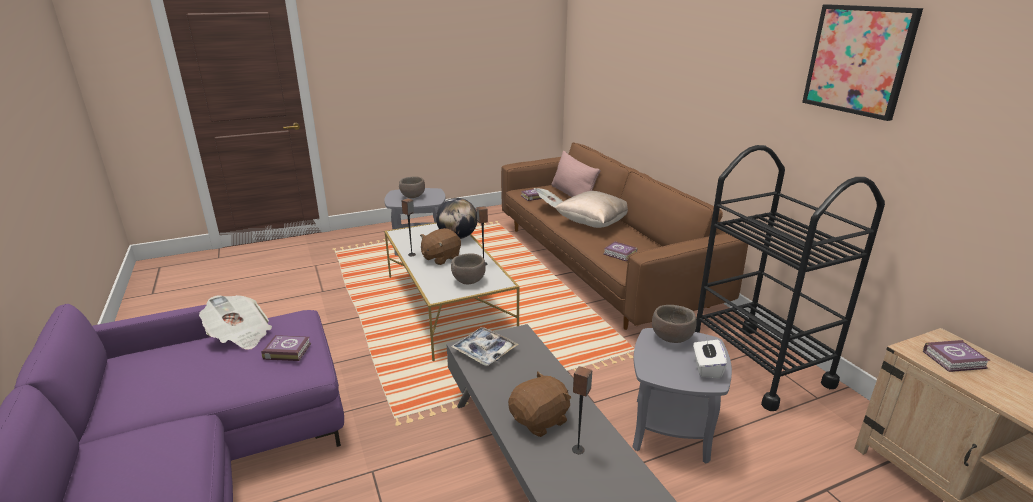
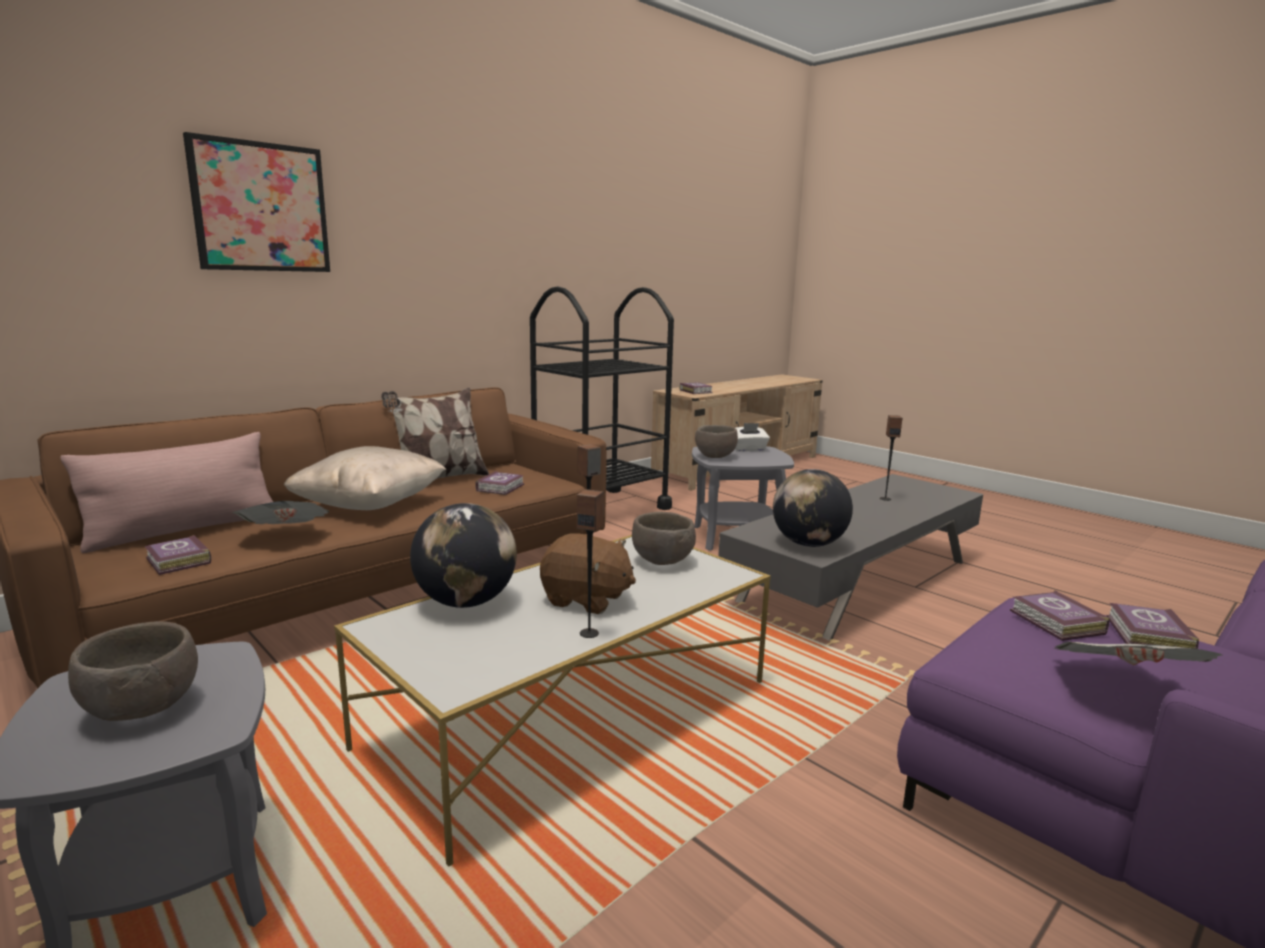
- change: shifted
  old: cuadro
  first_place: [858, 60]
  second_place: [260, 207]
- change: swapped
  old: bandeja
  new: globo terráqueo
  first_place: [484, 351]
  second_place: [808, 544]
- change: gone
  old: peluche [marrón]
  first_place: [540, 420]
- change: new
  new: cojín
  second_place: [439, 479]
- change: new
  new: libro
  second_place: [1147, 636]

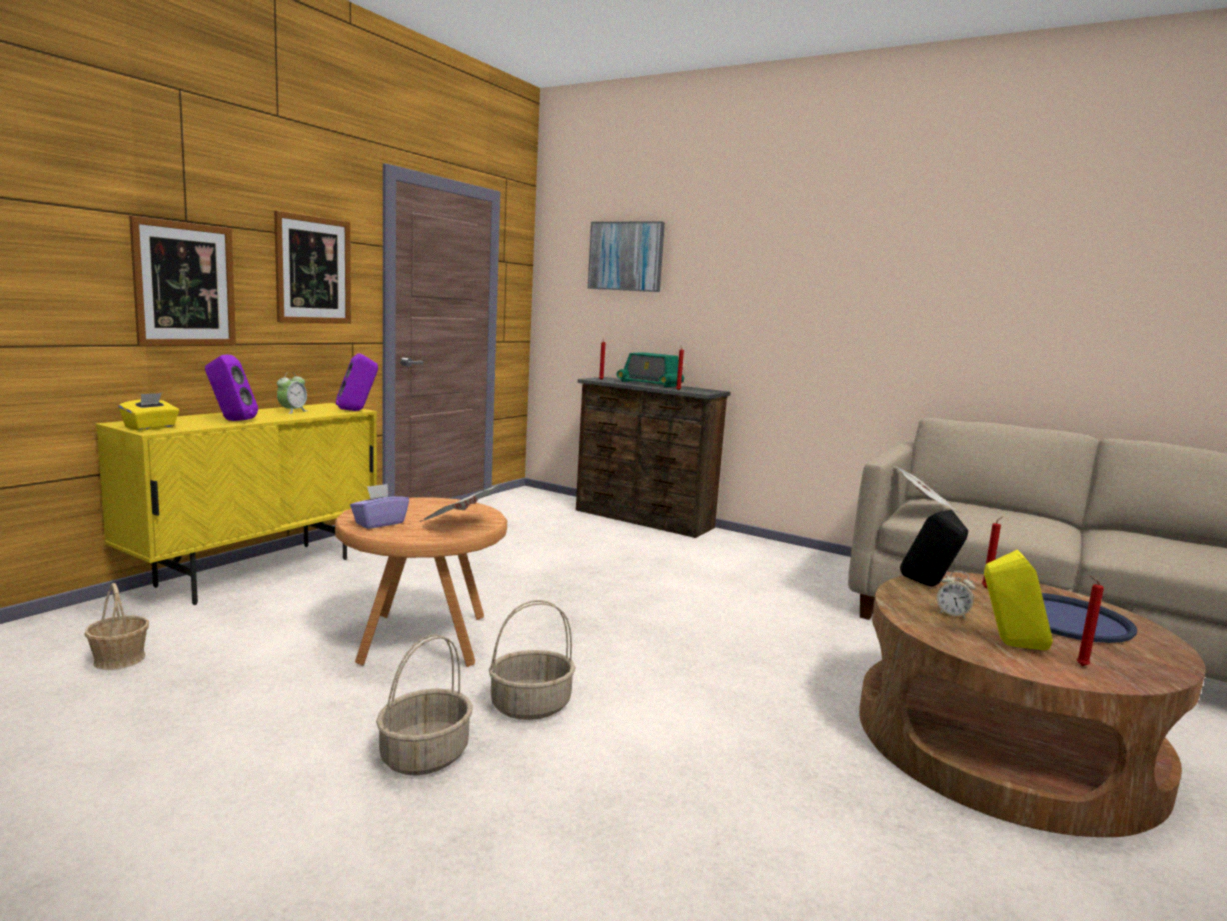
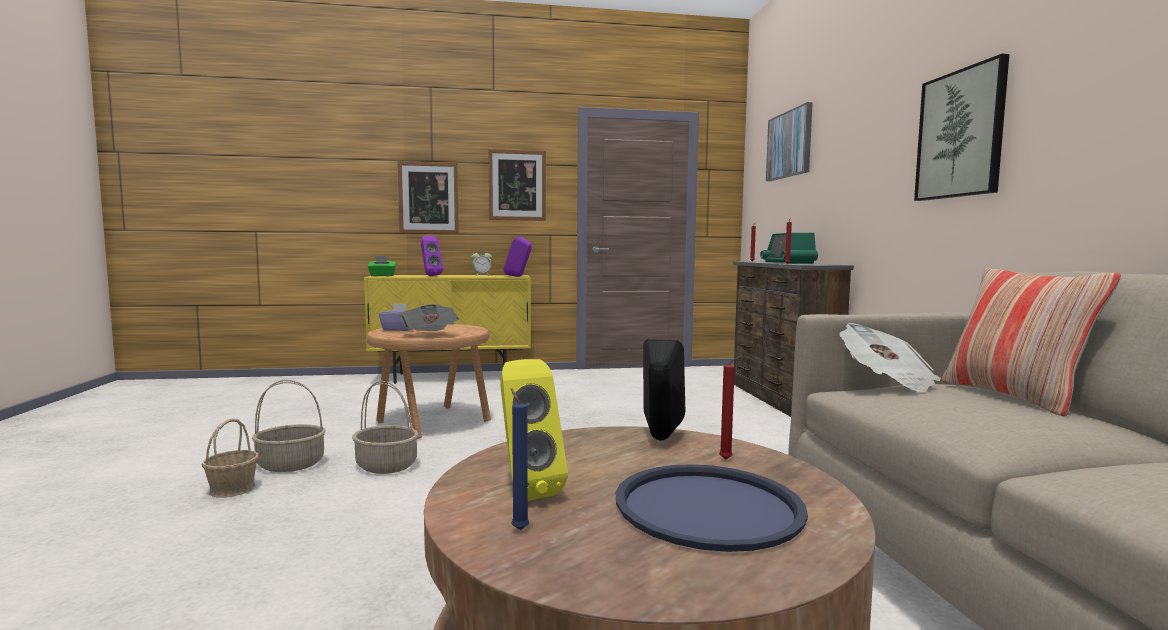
- change: repainted
  old: caja de pañuelos [amarillo]
  new: caja de pañuelos [verde]
  first_place: [150, 428]
  second_place: [382, 276]
- change: gone
  old: despertador
  first_place: [952, 614]
- change: repainted
  old: vela [rojo]
  new: vela [azul]
  first_place: [1080, 666]
  second_place: [518, 529]
- change: shifted
  old: cesta
  first_place: [120, 659]
  second_place: [233, 489]
- change: new
  new: cuadro
  second_place: [961, 134]
- change: new
  new: cojín
  second_place: [1013, 397]

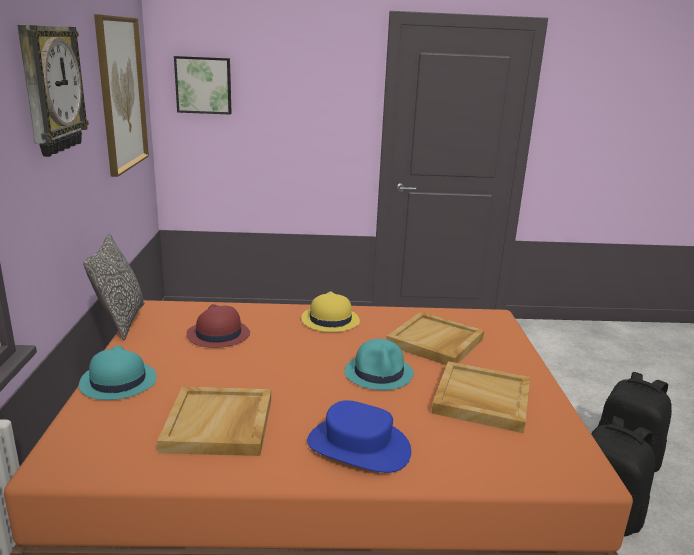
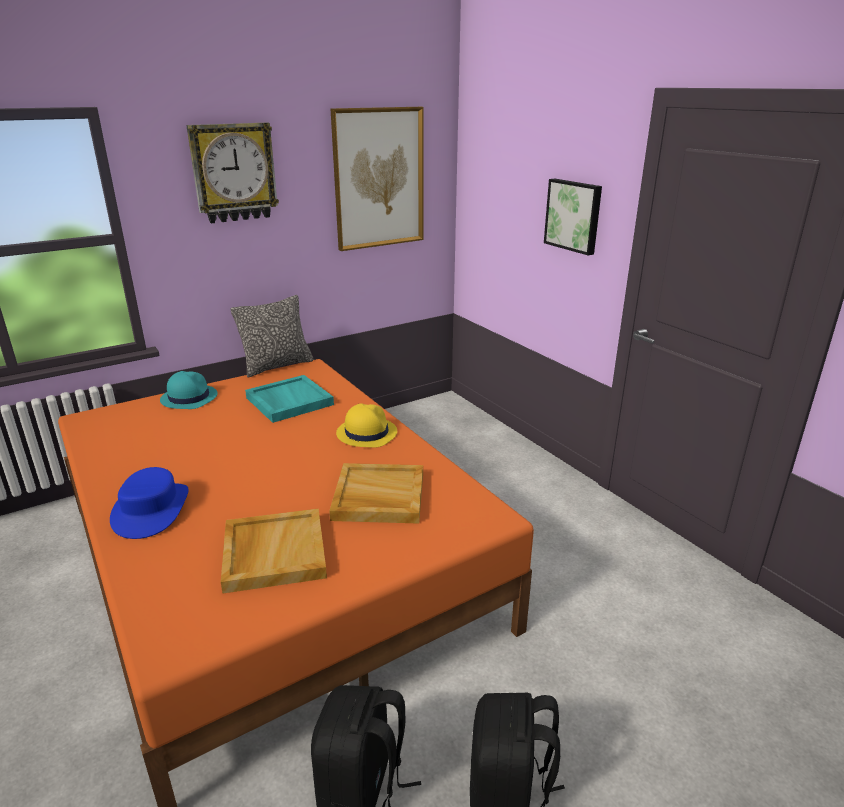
- change: shifted
  old: cuadro
  first_place: [203, 85]
  second_place: [574, 215]
- change: swapped
  old: sombrero [rojo]
  new: bandeja [turquesa]
  first_place: [218, 334]
  second_place: [288, 401]
- change: gone
  old: sombrero [turquesa]
  first_place: [379, 373]
- change: gone
  old: bandeja [beis]
  first_place: [219, 425]

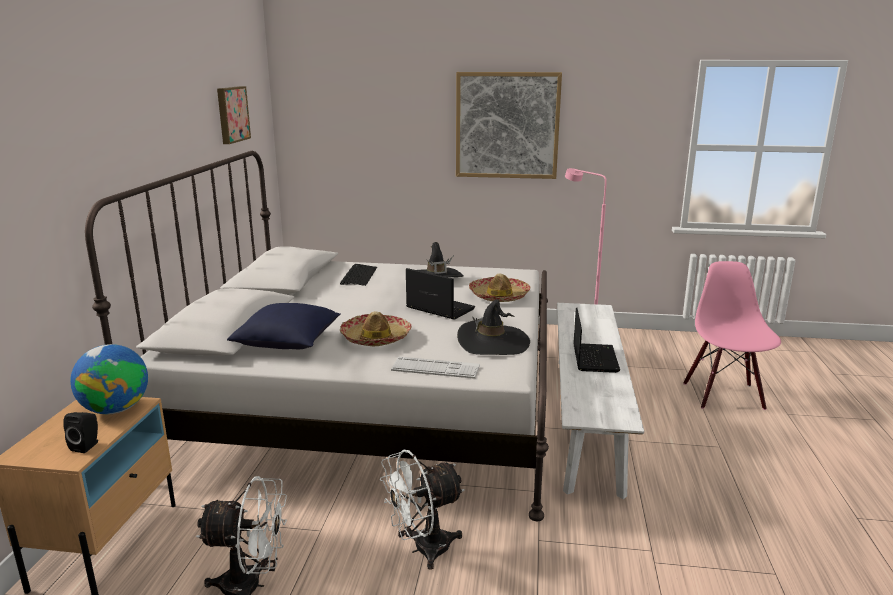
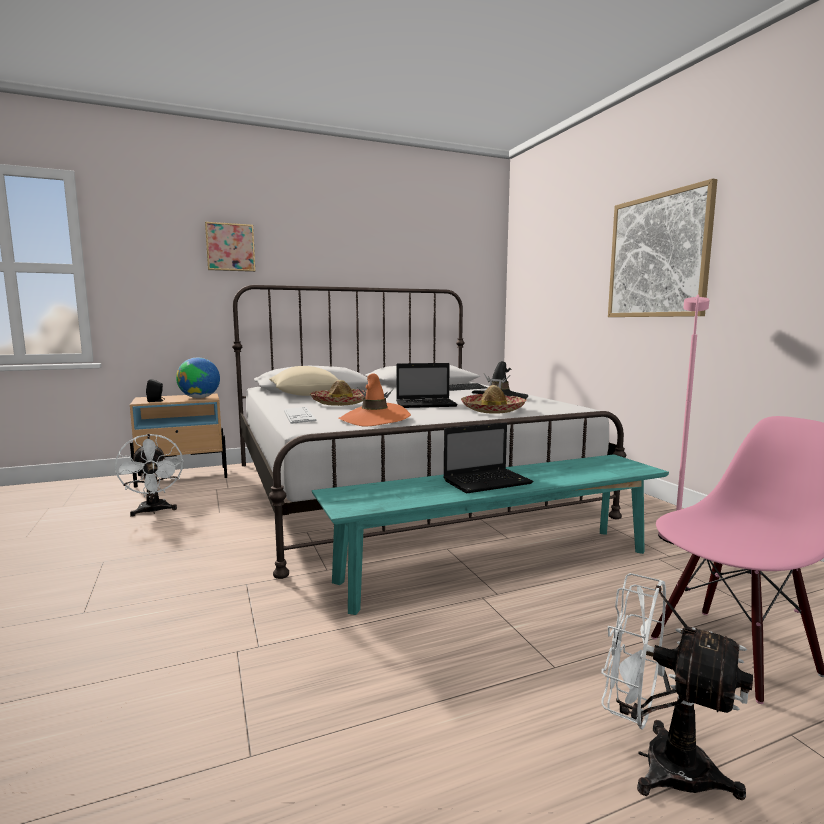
- change: shifted
  old: cuadro
  first_place: [231, 114]
  second_place: [230, 247]
- change: rotated
  old: portátil
  first_place: [438, 308]
  second_place: [427, 404]
  degrees: 75
- change: repainted
  old: sombrero [negro]
  new: sombrero [naranja]
  first_place: [493, 342]
  second_place: [374, 419]
- change: repainted
  old: cojín [azul]
  new: cojín [beis]
  first_place: [288, 343]
  second_place: [305, 395]
- change: repainted
  old: banco [blanco]
  new: banco [turquesa]
  first_place: [586, 418]
  second_place: [498, 566]
- change: shifted
  old: ventilador [blanco]
  first_place: [422, 549]
  second_place: [658, 762]

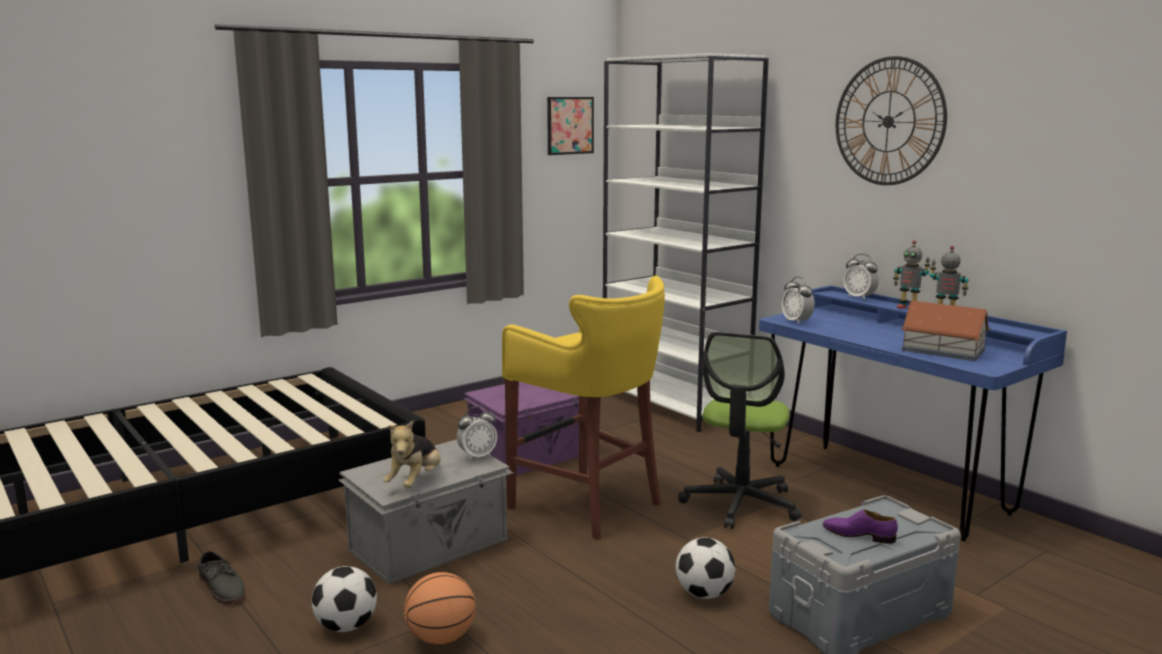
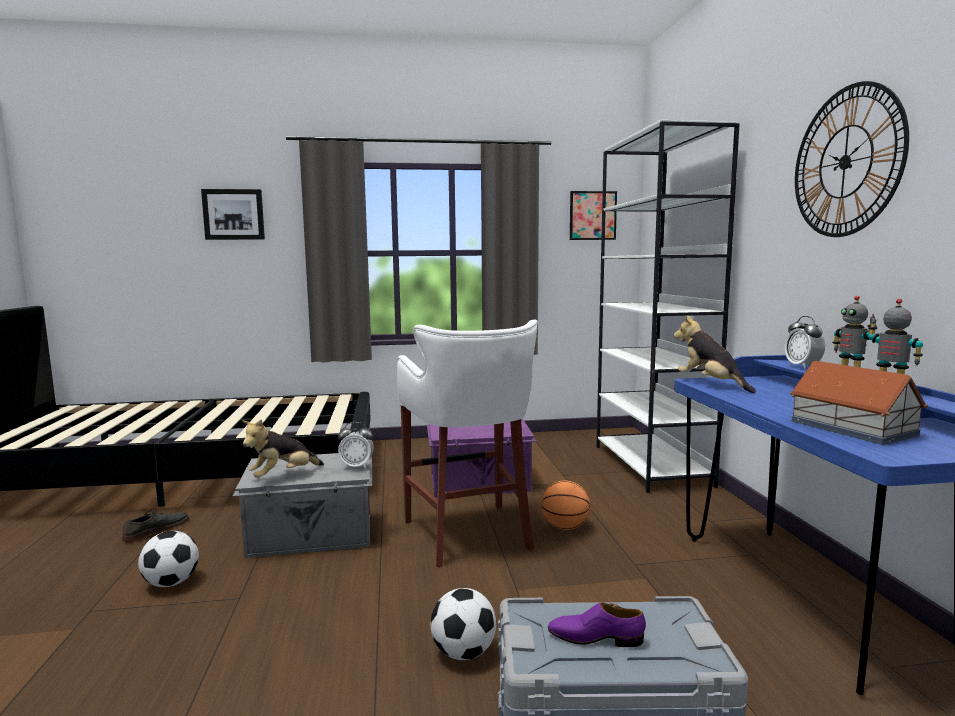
- change: repainted
  old: taburete [amarillo]
  new: taburete [blanco]
  first_place: [589, 506]
  second_place: [469, 535]
- change: swapped
  old: despertador
  new: peluche
  first_place: [796, 321]
  second_place: [710, 384]
- change: gone
  old: silla de oficina
  first_place: [740, 504]
- change: rotated
  old: zapato [morado]
  first_place: [858, 535]
  second_place: [595, 638]
  degrees: -45
- change: rotated
  old: zapato [gris]
  first_place: [223, 587]
  second_place: [156, 529]
  degrees: -135
- change: shifted
  old: balón de baloncesto
  first_place: [441, 639]
  second_place: [565, 527]
- change: new
  new: cuadro
  second_place: [234, 214]

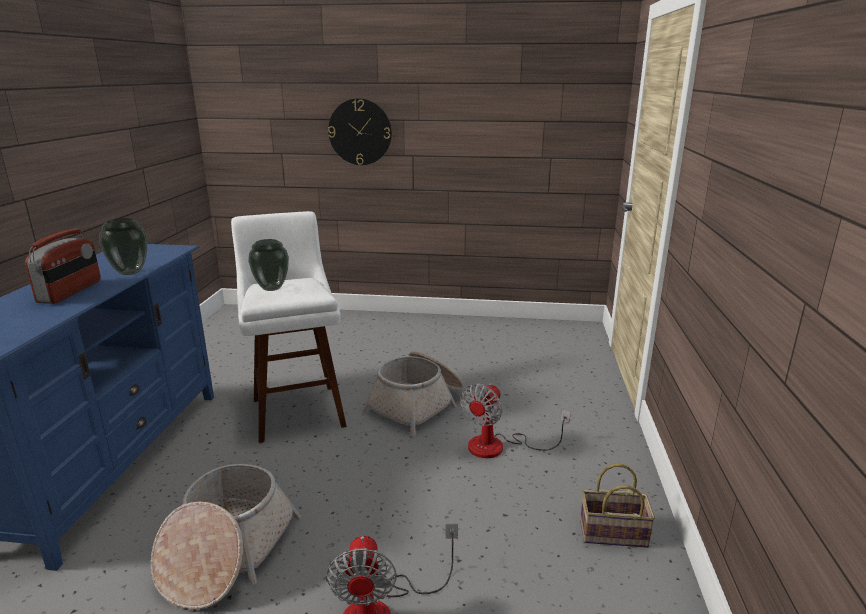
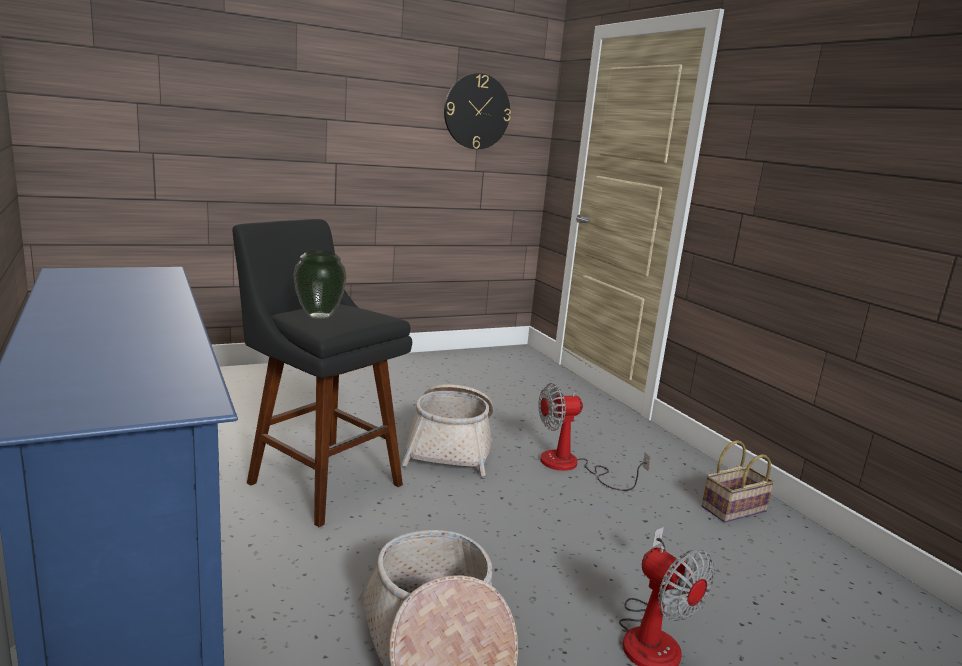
- change: shifted
  old: reloj de pared
  first_place: [360, 132]
  second_place: [477, 111]
- change: repainted
  old: taburete [blanco]
  new: taburete [negro]
  first_place: [297, 408]
  second_place: [319, 480]
- change: gone
  old: florero
  first_place: [129, 272]
- change: gone
  old: radio
  first_place: [71, 291]
- change: rotated
  old: ventilador
  first_place: [499, 446]
  second_place: [571, 466]
  degrees: 75

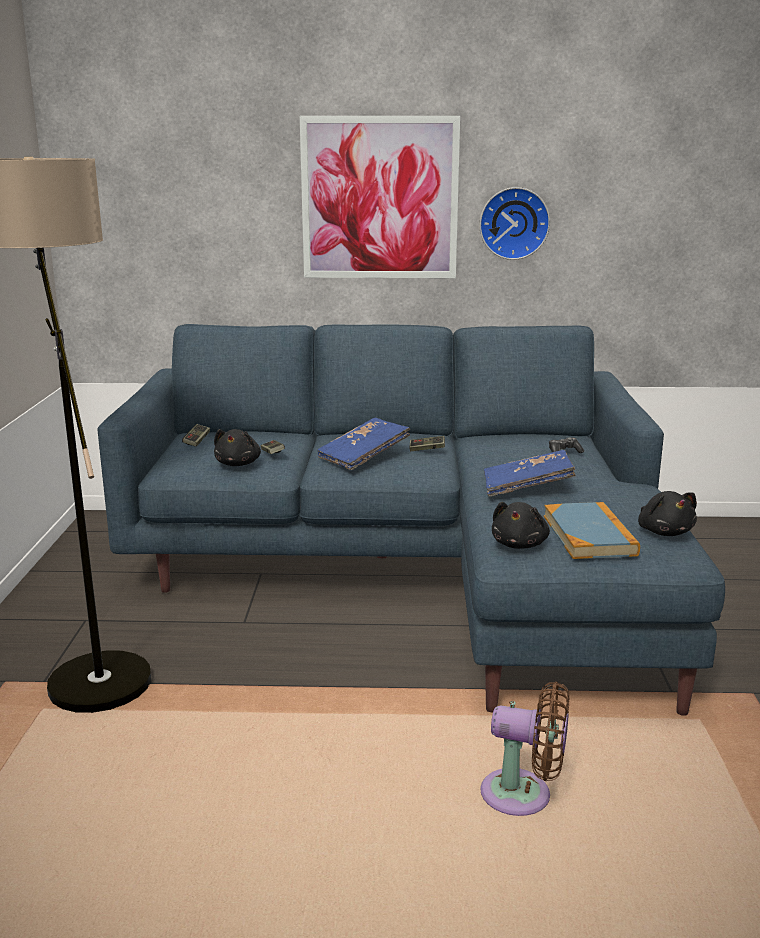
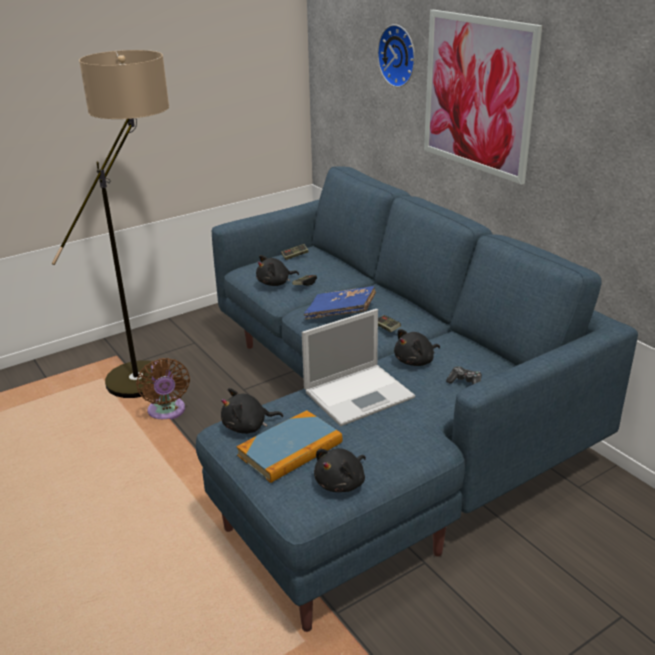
- change: shifted
  old: reloj de pared
  first_place: [514, 223]
  second_place: [399, 55]
- change: swapped
  old: libro [azul]
  new: portátil
  first_place: [527, 488]
  second_place: [360, 394]
- change: shifted
  old: ventilador [marrón]
  first_place: [523, 796]
  second_place: [167, 412]
- change: new
  new: peluche [negro]
  second_place: [416, 361]

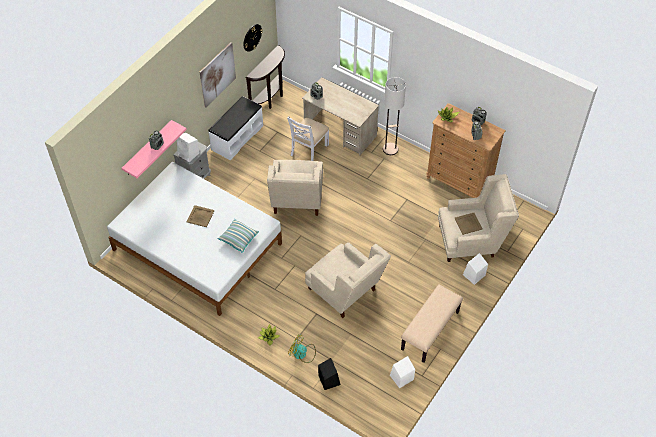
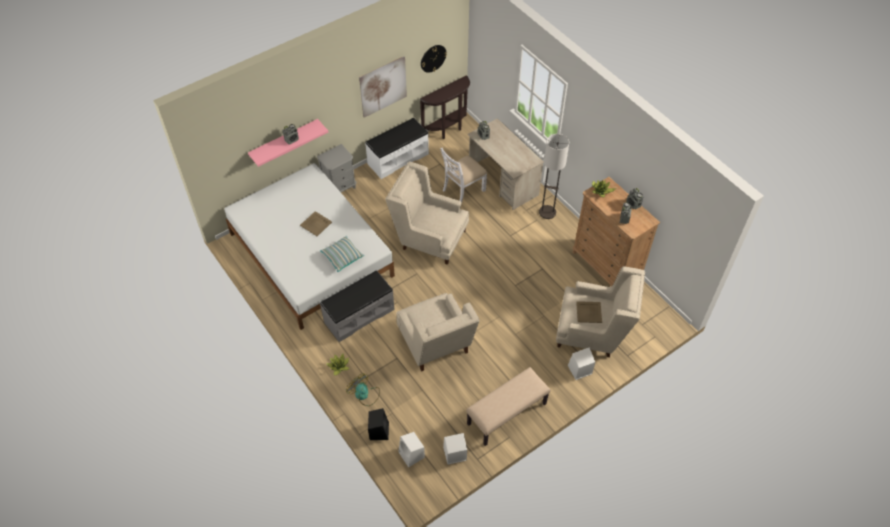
- change: shifted
  old: altavoz [blanco]
  first_place: [189, 154]
  second_place: [412, 455]
- change: rotated
  old: sillón [beis]
  first_place: [297, 201]
  second_place: [428, 238]
  degrees: 90
- change: new
  new: banco [gris]
  second_place: [359, 315]

